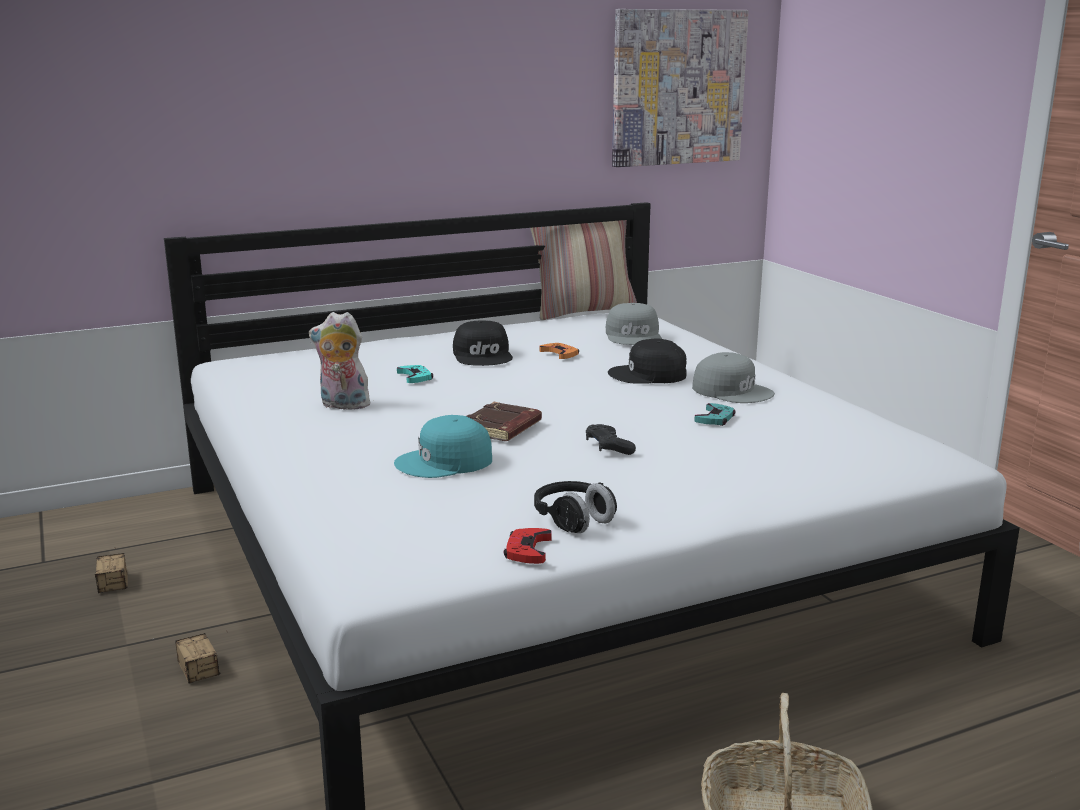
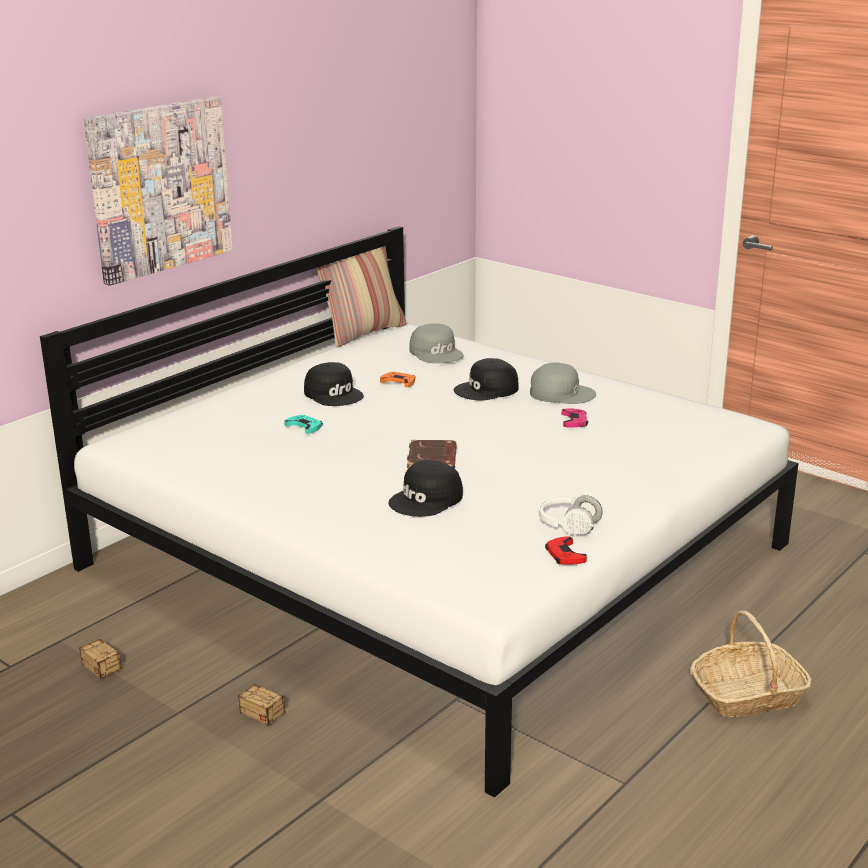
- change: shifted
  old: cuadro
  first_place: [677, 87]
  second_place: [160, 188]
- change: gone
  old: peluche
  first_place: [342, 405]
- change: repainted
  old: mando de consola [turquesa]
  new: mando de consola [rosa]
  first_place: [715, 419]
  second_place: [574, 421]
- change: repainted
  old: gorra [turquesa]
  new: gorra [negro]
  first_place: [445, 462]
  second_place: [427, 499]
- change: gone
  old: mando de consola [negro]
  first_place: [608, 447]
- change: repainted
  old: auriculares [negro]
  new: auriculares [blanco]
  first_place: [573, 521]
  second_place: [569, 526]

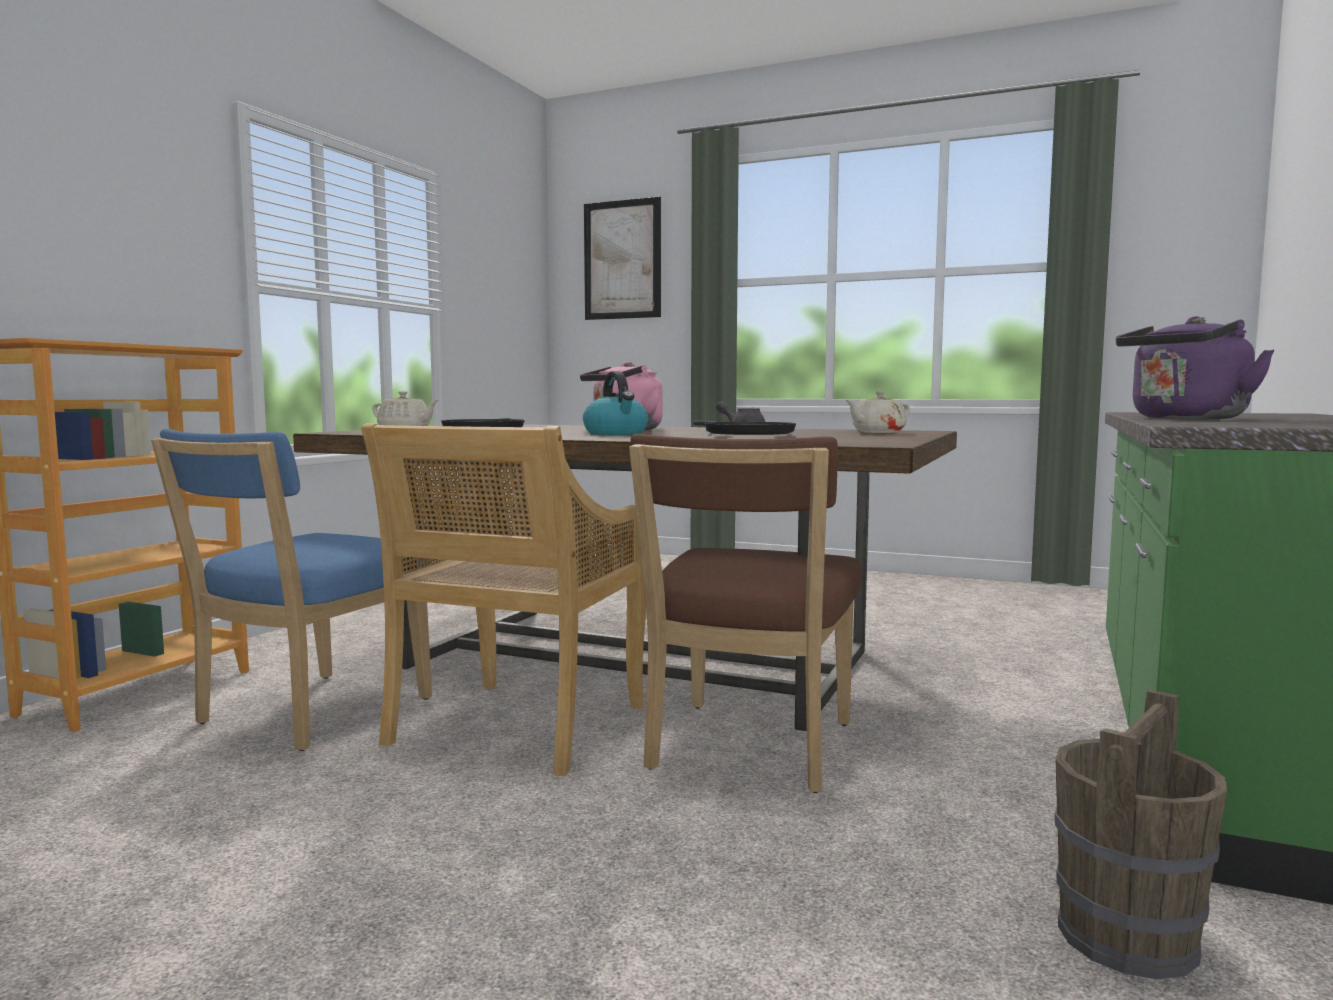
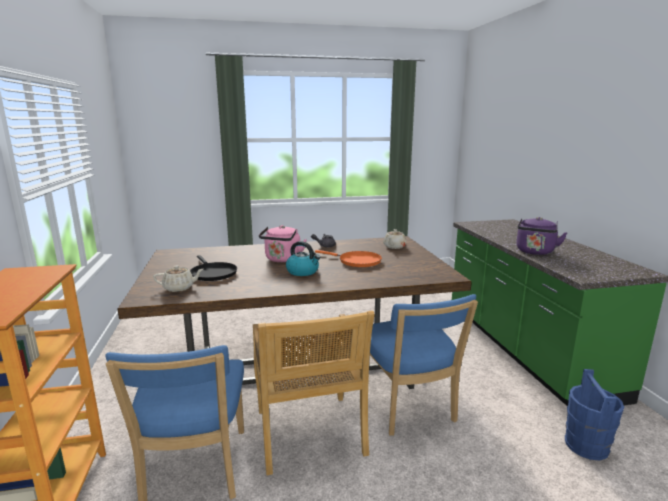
- change: gone
  old: cuadro
  first_place: [622, 260]
- change: repainted
  old: sartén [negro]
  new: sartén [naranja]
  first_place: [745, 434]
  second_place: [357, 261]
- change: repainted
  old: silla [marrón]
  new: silla [azul]
  first_place: [747, 750]
  second_place: [408, 408]
- change: repainted
  old: cubo [marrón]
  new: cubo [azul]
  first_place: [1127, 937]
  second_place: [586, 445]

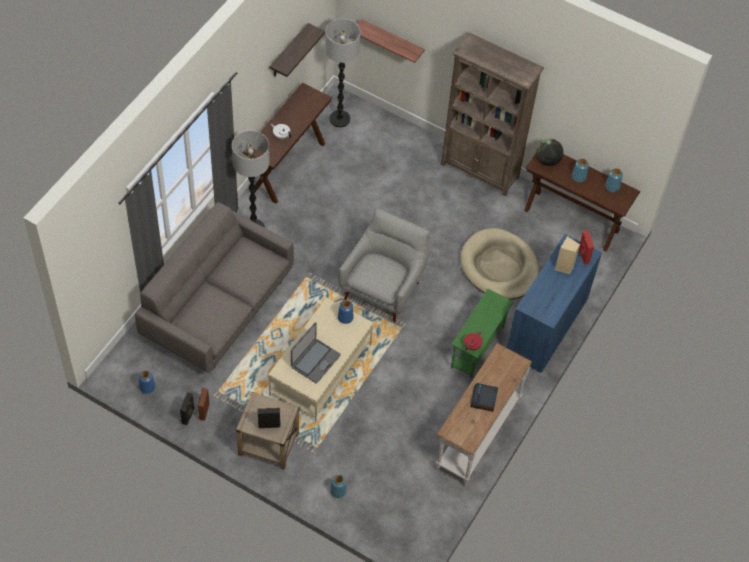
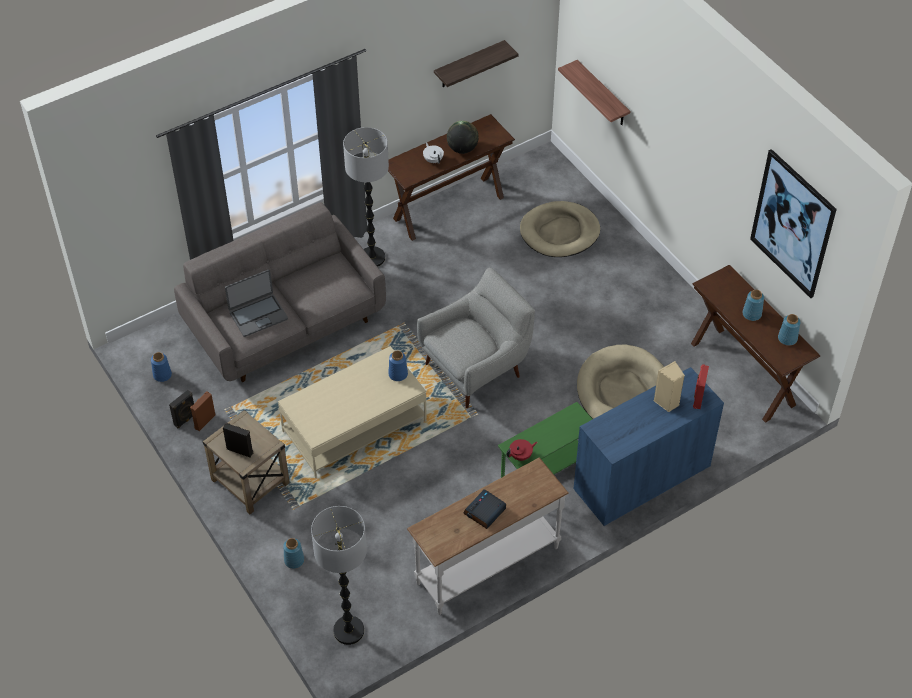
- change: shifted
  old: lámpara de pie
  first_place: [339, 119]
  second_place: [348, 631]
- change: gone
  old: estantería [marrón]
  first_place: [480, 171]
- change: shifted
  old: globo terráqueo
  first_place: [548, 160]
  second_place: [462, 149]
- change: shifted
  old: portátil
  first_place: [315, 361]
  second_place: [258, 315]
- change: new
  new: cuadro
  second_place: [792, 224]
- change: new
  new: cama para perro [beis]
  second_place: [559, 232]

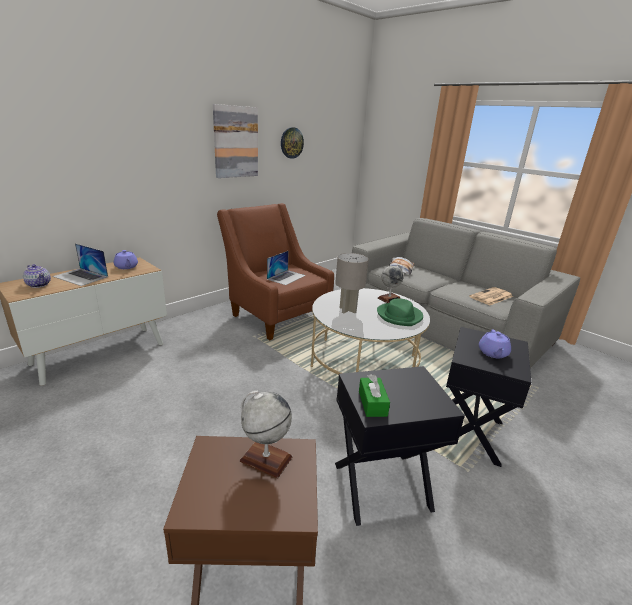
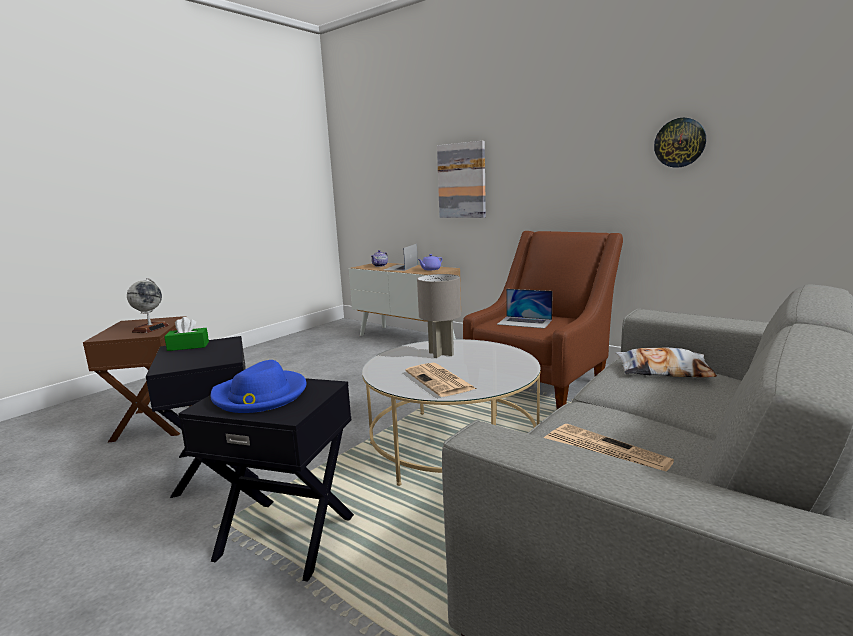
- change: shifted
  old: cuadro
  first_place: [235, 142]
  second_place: [462, 181]
- change: gone
  old: globo terráqueo
  first_place: [389, 298]
- change: swapped
  old: sombrero [verde]
  new: periódico
  first_place: [399, 316]
  second_place: [440, 380]
- change: swapped
  old: tetera [morado]
  new: sombrero [azul]
  first_place: [493, 353]
  second_place: [260, 395]

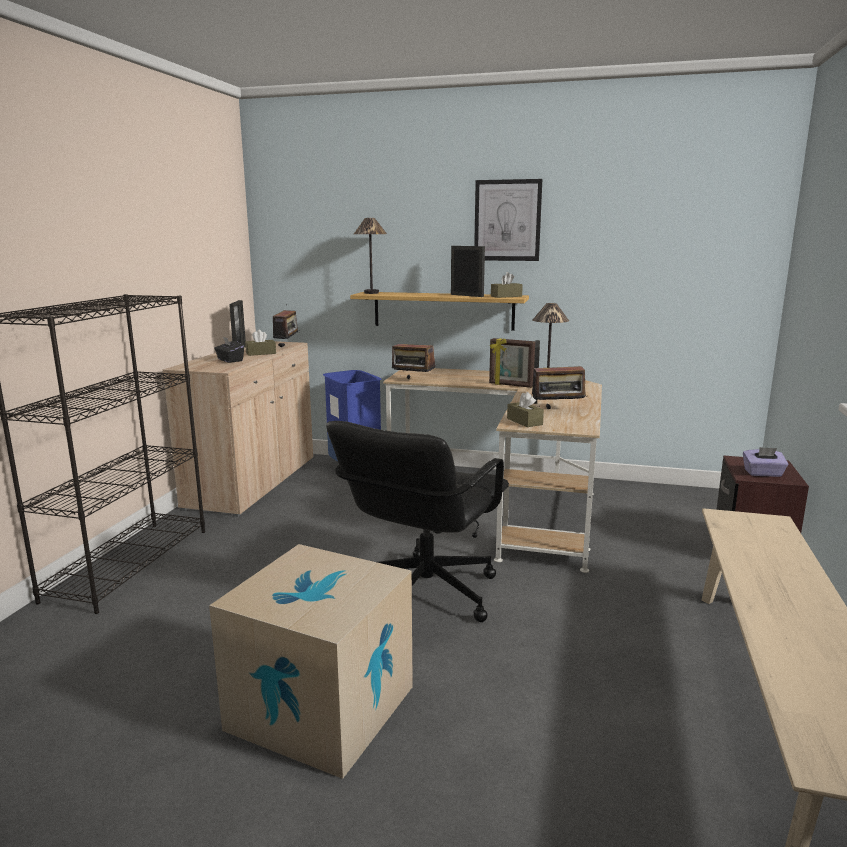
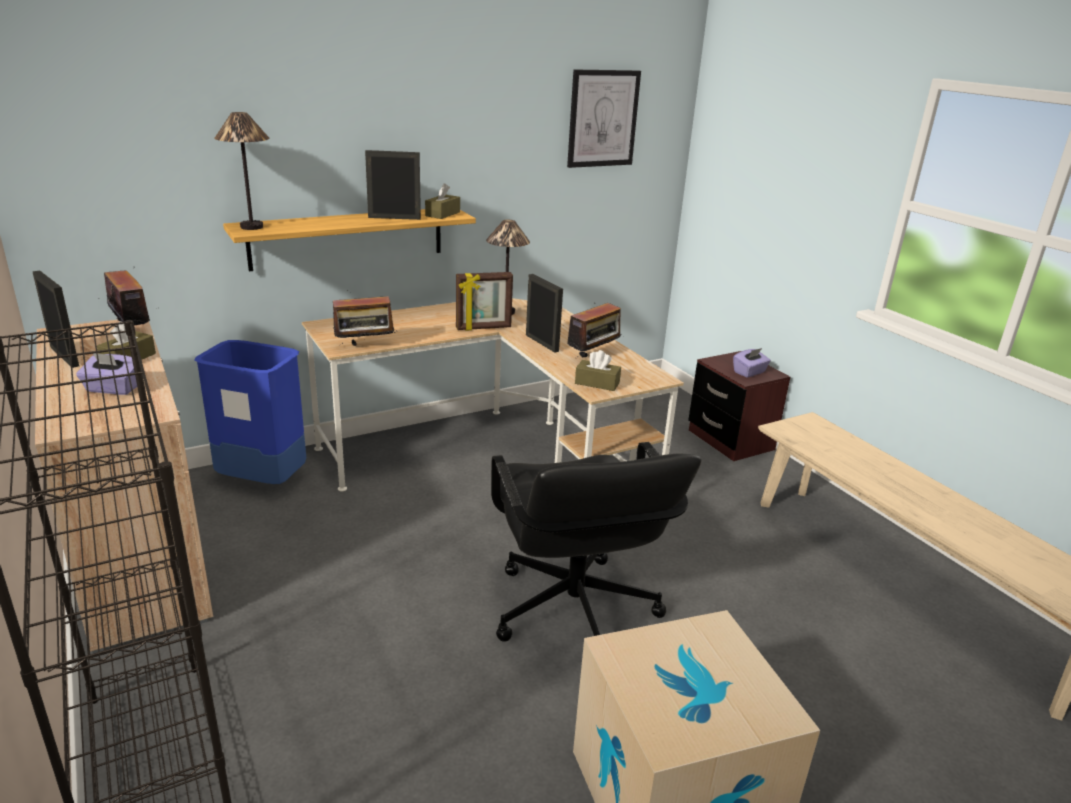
- change: shifted
  old: cuadro
  first_place: [507, 220]
  second_place: [603, 118]
- change: repainted
  old: caja de pañuelos [negro]
  new: caja de pañuelos [morado]
  first_place: [230, 360]
  second_place: [113, 389]

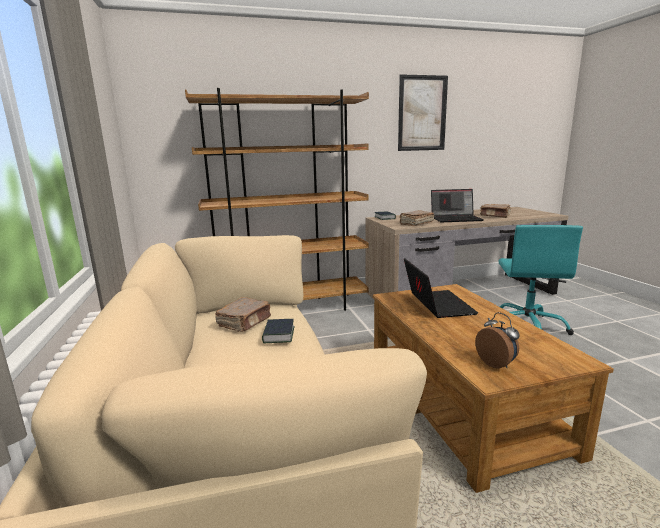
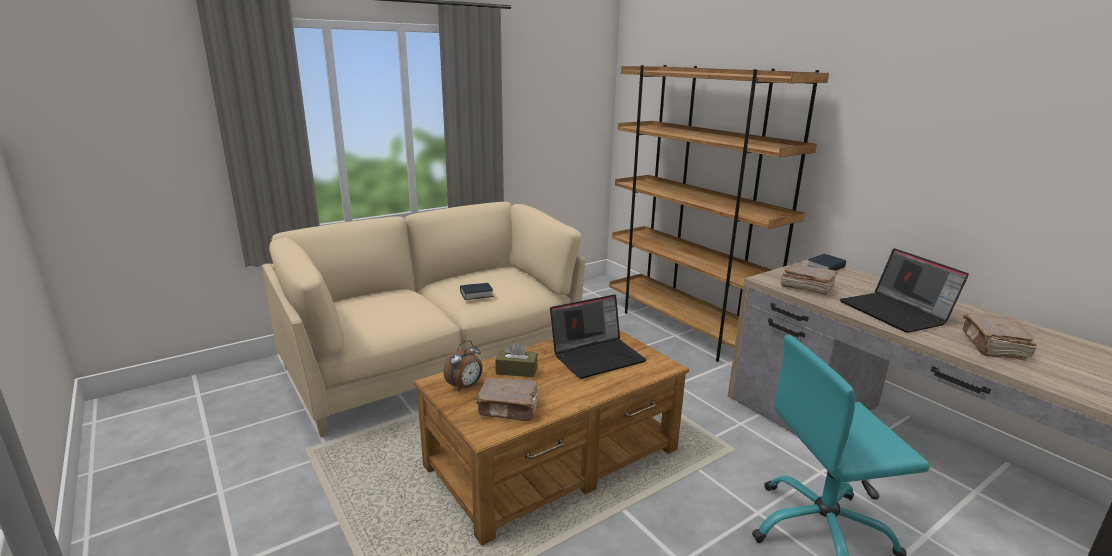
- change: gone
  old: cuadro
  first_place: [422, 113]
- change: shifted
  old: libro [marrón]
  first_place: [245, 322]
  second_place: [509, 409]
- change: new
  new: caja de pañuelos [marrón]
  second_place: [516, 370]

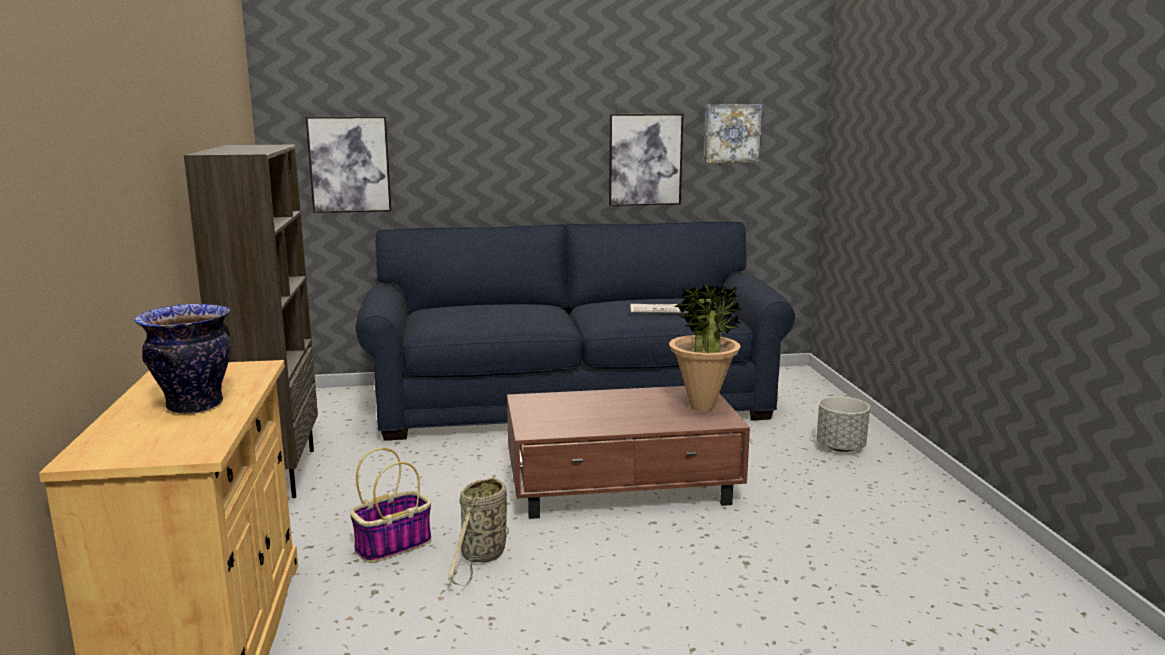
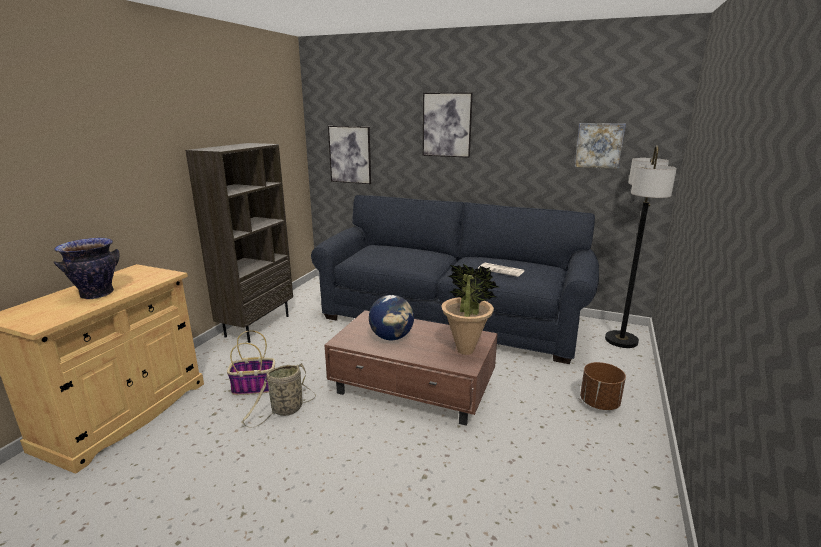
- change: shifted
  old: cuadro
  first_place: [645, 159]
  second_place: [447, 125]
- change: repainted
  old: maceta [gris]
  new: maceta [marrón]
  first_place: [841, 447]
  second_place: [599, 403]
- change: new
  new: lámpara de pie
  second_place: [621, 340]
- change: new
  new: globo terráqueo
  second_place: [392, 337]

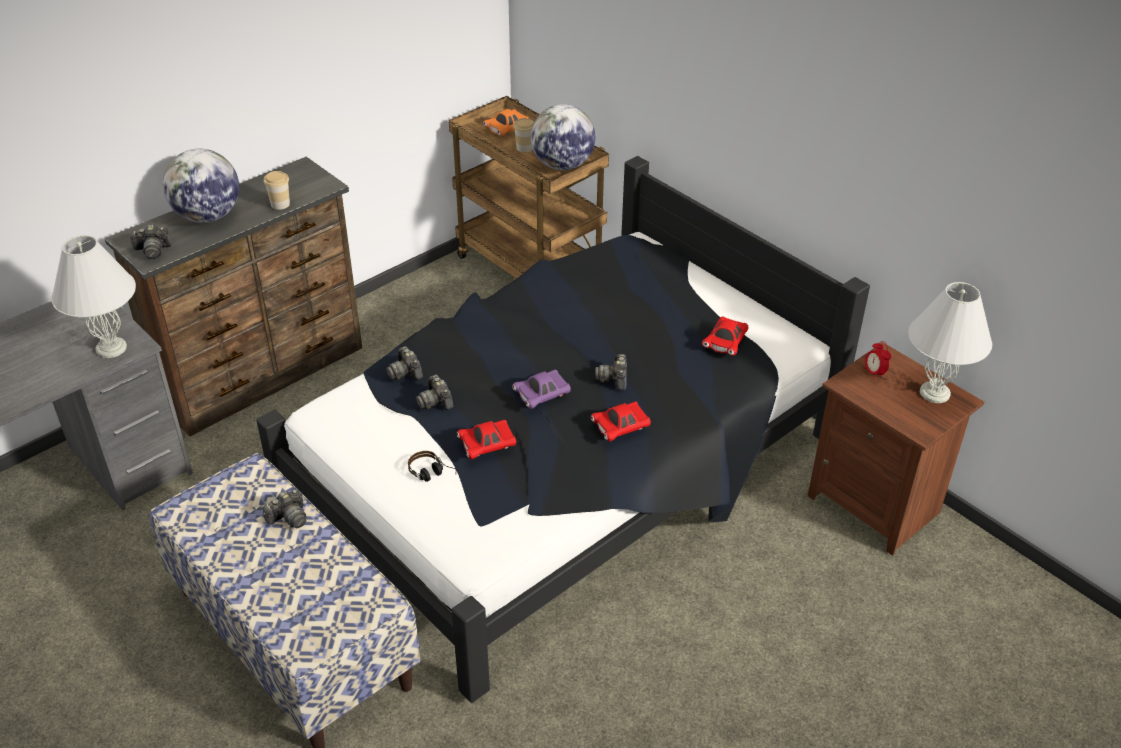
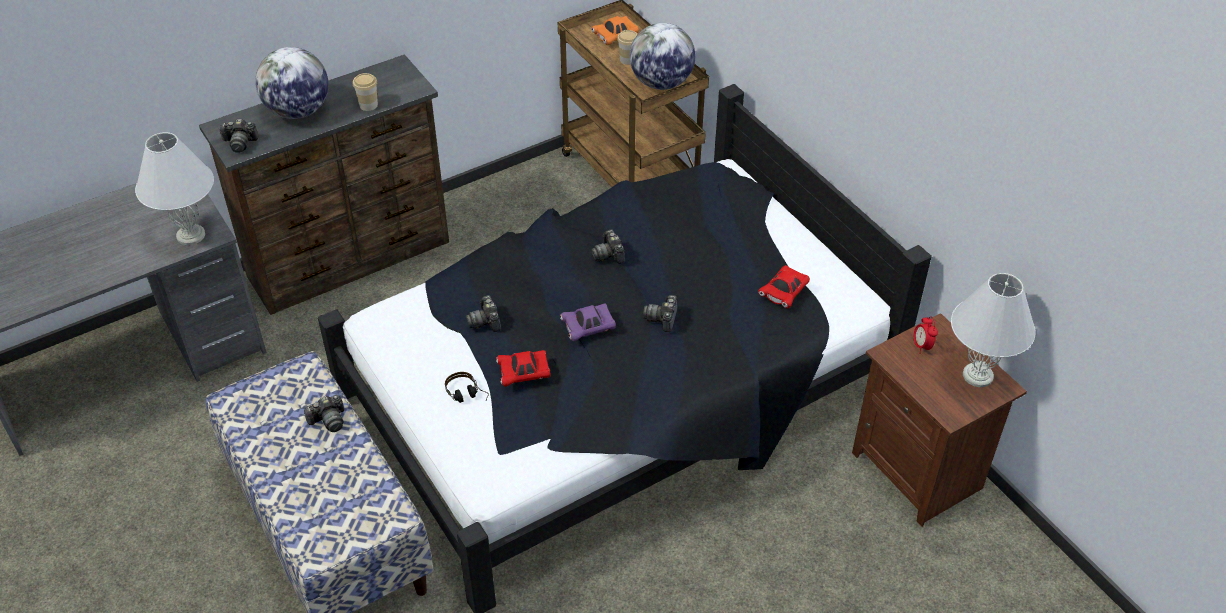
- change: shifted
  old: cámara
  first_place: [405, 372]
  second_place: [609, 254]
- change: gone
  old: coche de juguete [rojo]
  first_place: [620, 428]

